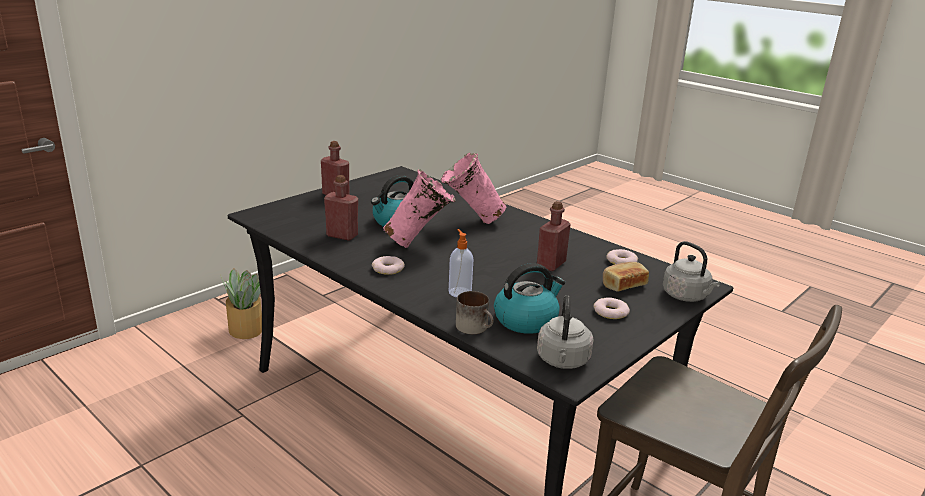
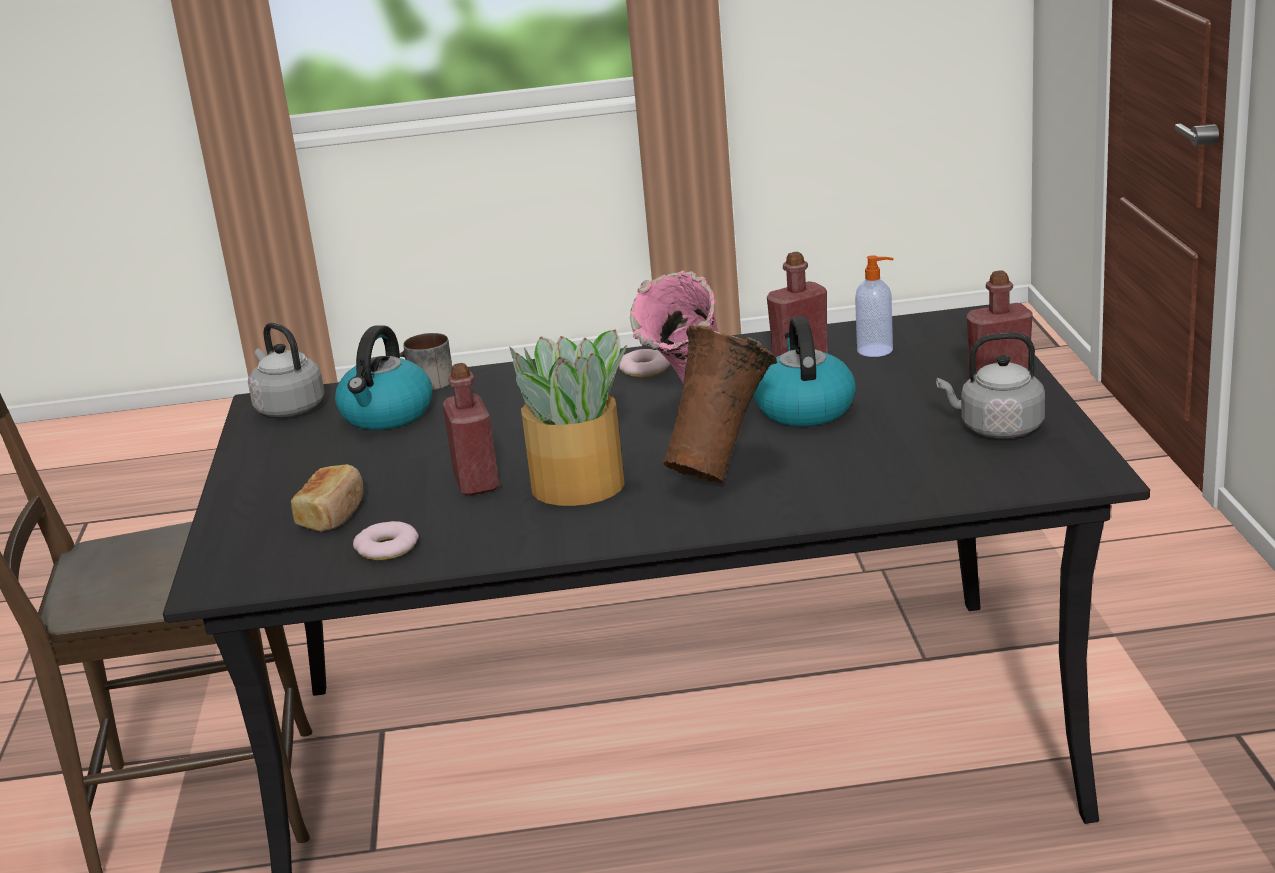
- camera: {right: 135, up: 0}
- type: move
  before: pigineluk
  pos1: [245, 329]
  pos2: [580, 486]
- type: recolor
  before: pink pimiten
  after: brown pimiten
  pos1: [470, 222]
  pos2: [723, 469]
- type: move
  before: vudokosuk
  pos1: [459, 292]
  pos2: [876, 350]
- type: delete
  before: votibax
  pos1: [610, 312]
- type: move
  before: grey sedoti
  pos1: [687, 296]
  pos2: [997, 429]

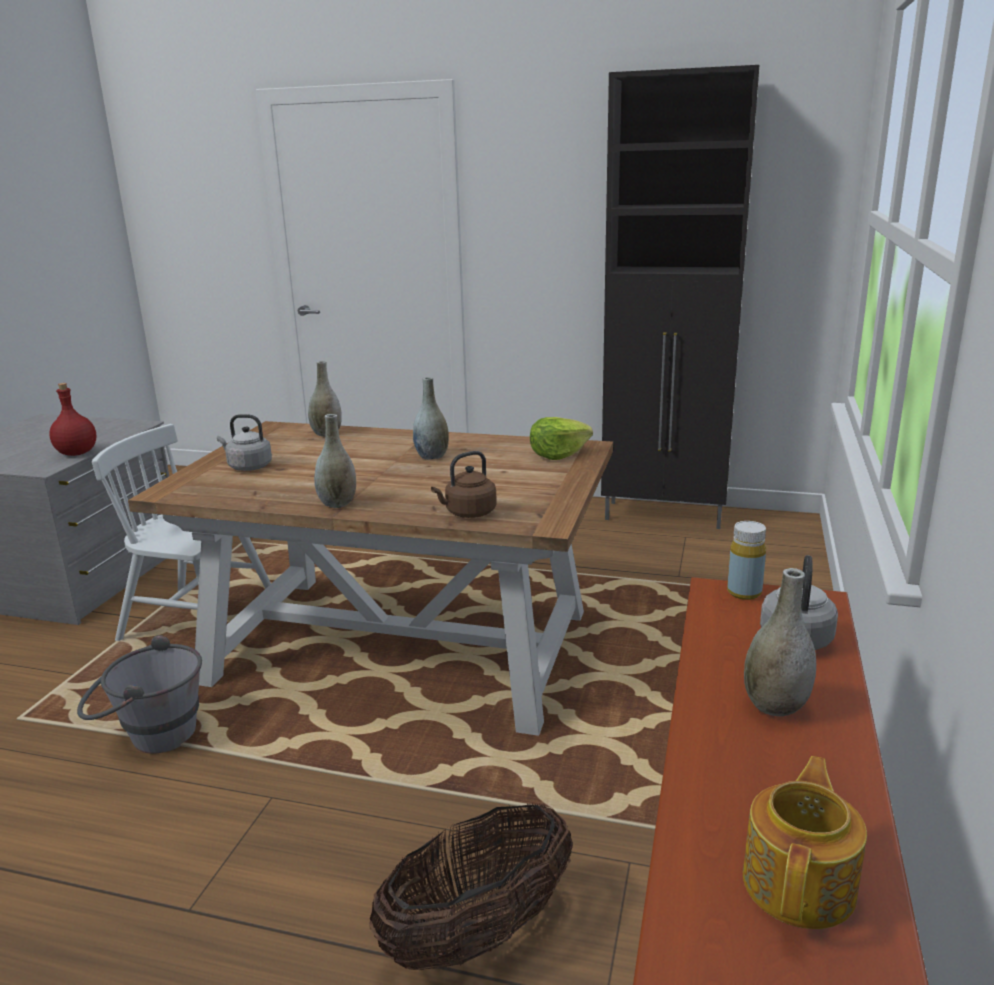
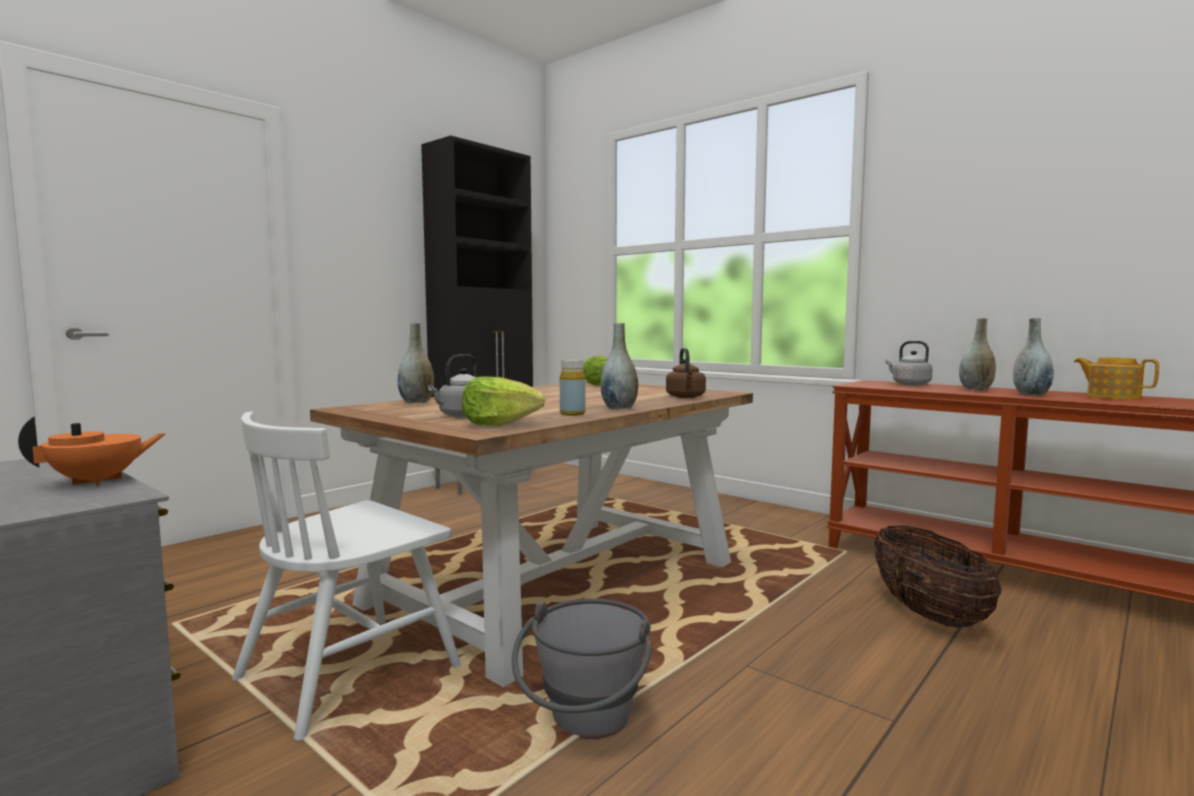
- camera: {right: -65, up: -15}
- type: replace
  before: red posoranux
  after: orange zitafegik
  pos1: [77, 453]
  pos2: [98, 481]
- type: move
  before: grey pimiten
  pos1: [432, 456]
  pos2: [1031, 394]
- type: move
  before: yellow posoranux
  pos1: [744, 592]
  pos2: [572, 414]
- type: insert
  after: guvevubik
  pos2: [499, 424]

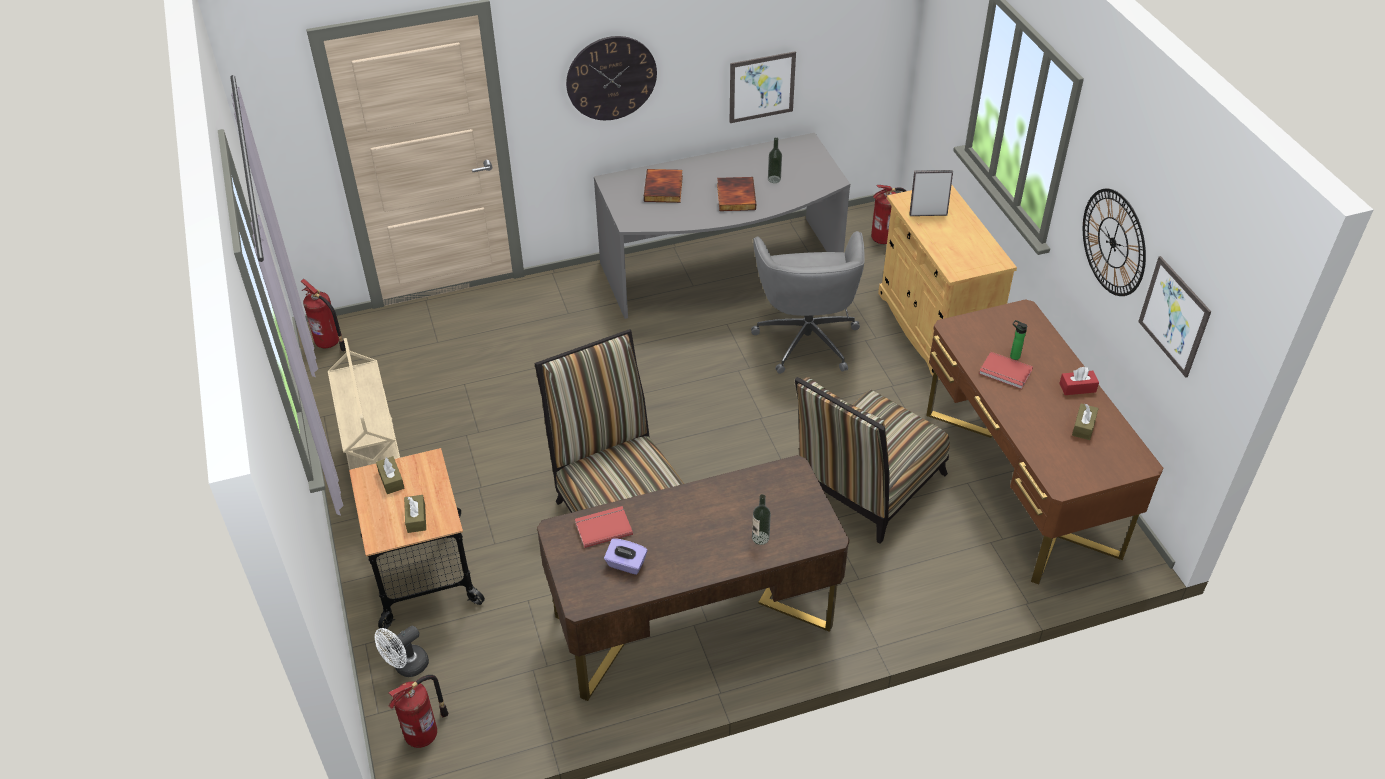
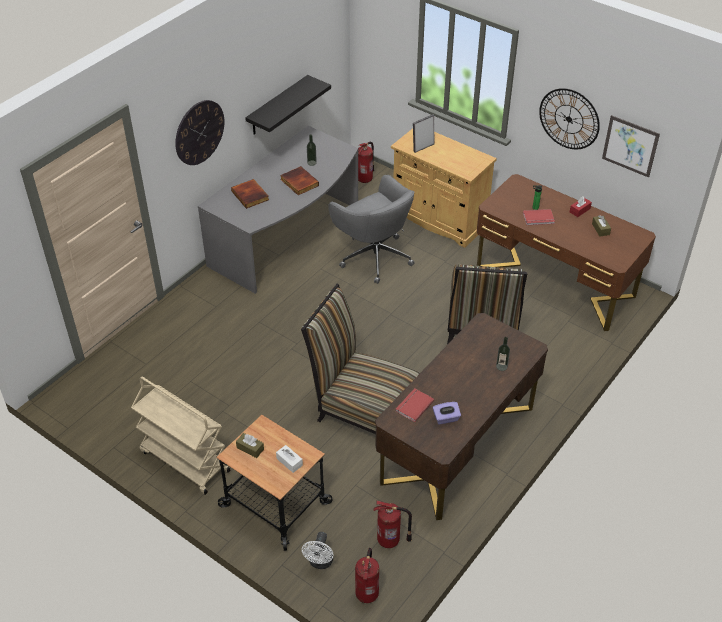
- camera: {right: -35, up: 0}
- type: move
  before: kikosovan
  pos1: [329, 343]
  pos2: [390, 540]
- type: recolor
  before: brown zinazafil
  after: white zinazafil
  pos1: [416, 518]
  pos2: [289, 462]
- type: replace
  before: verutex
  after: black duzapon
  pos1: [762, 87]
  pos2: [277, 106]

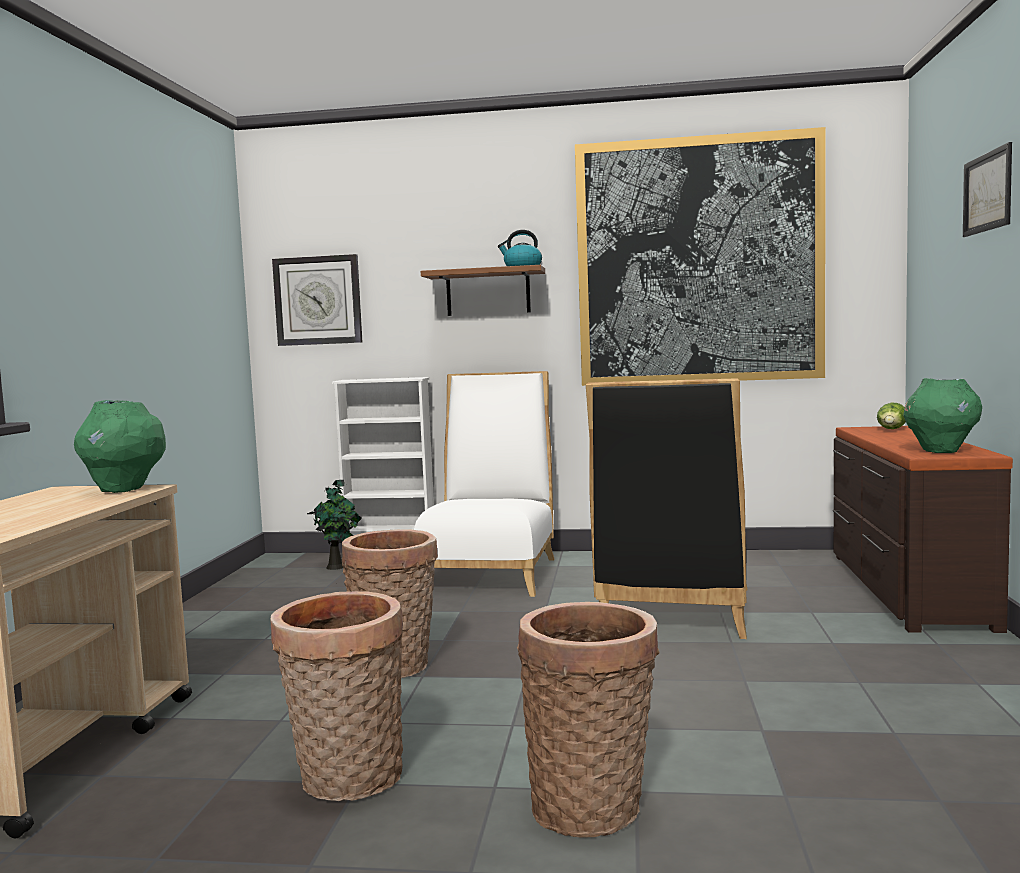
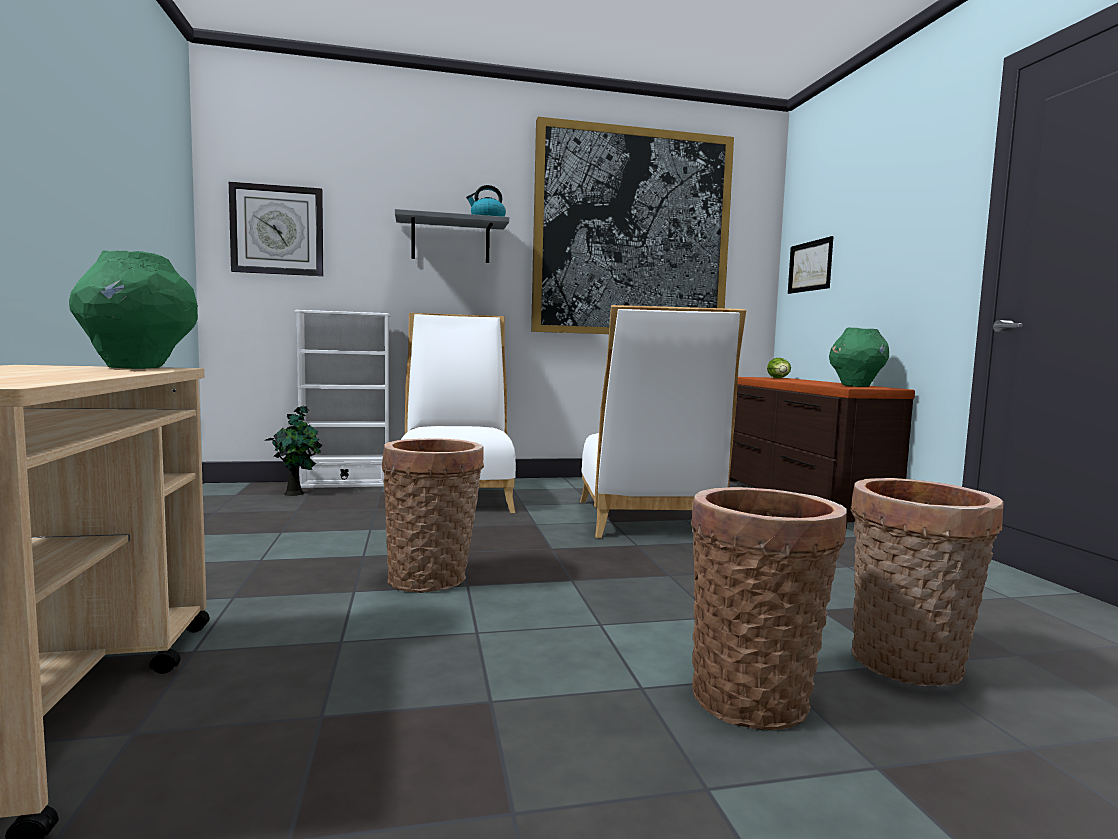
- camera: {right: -20, up: 0}
- type: move
  before: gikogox
  pos1: [347, 781]
  pos2: [909, 667]
- type: recolor
  before: brown duzapon
  after: grey duzapon
  pos1: [488, 292]
  pos2: [450, 241]
- type: recolor
  before: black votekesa
  after: white votekesa
  pos1: [674, 613]
  pos2: [648, 521]
- type: move
  before: verutex
  pos1: [987, 192]
  pos2: [810, 266]

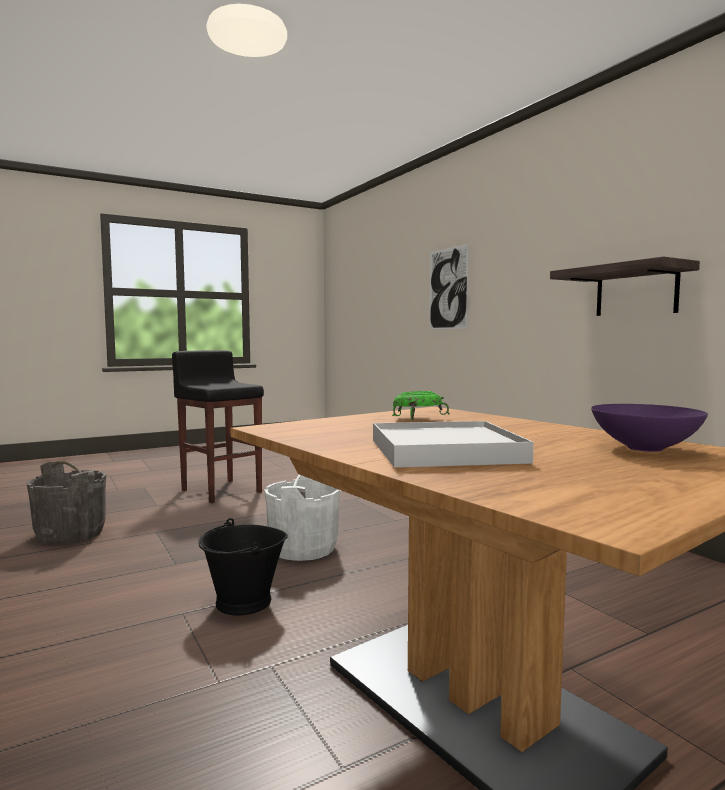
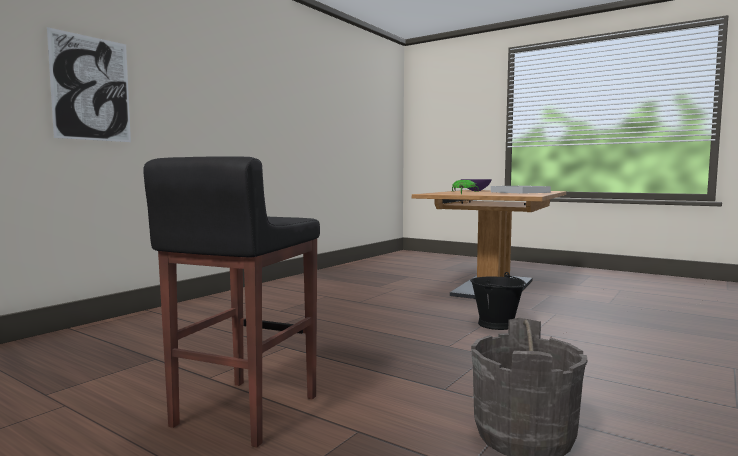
- camera: {right: -115, up: 0}
- type: delete
  before: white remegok
  pos1: [303, 548]
- type: delete
  before: duzapon
  pos1: [636, 291]

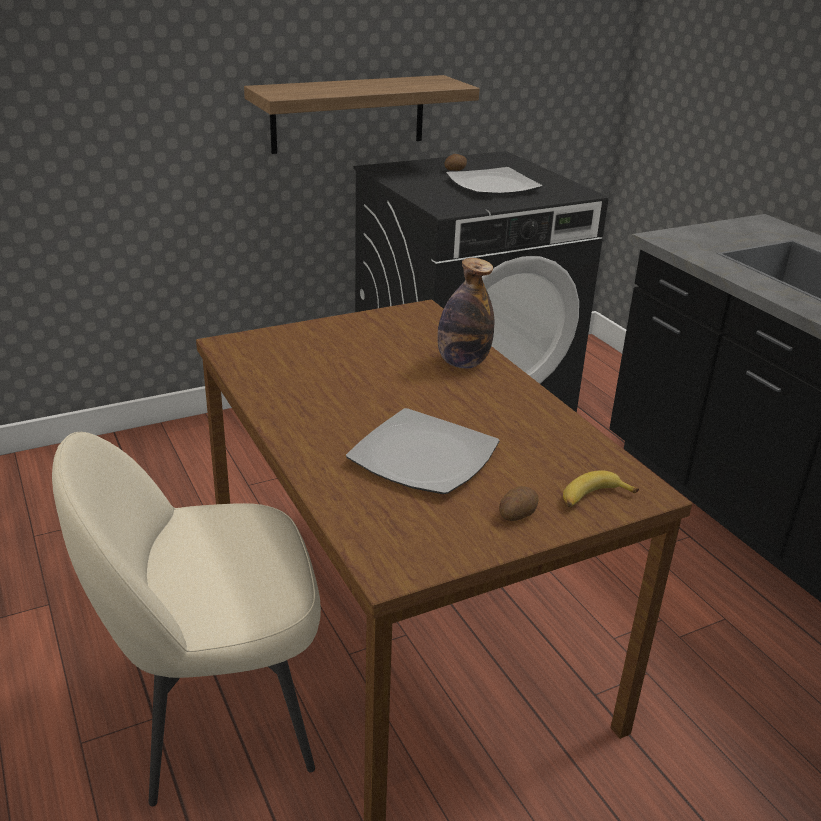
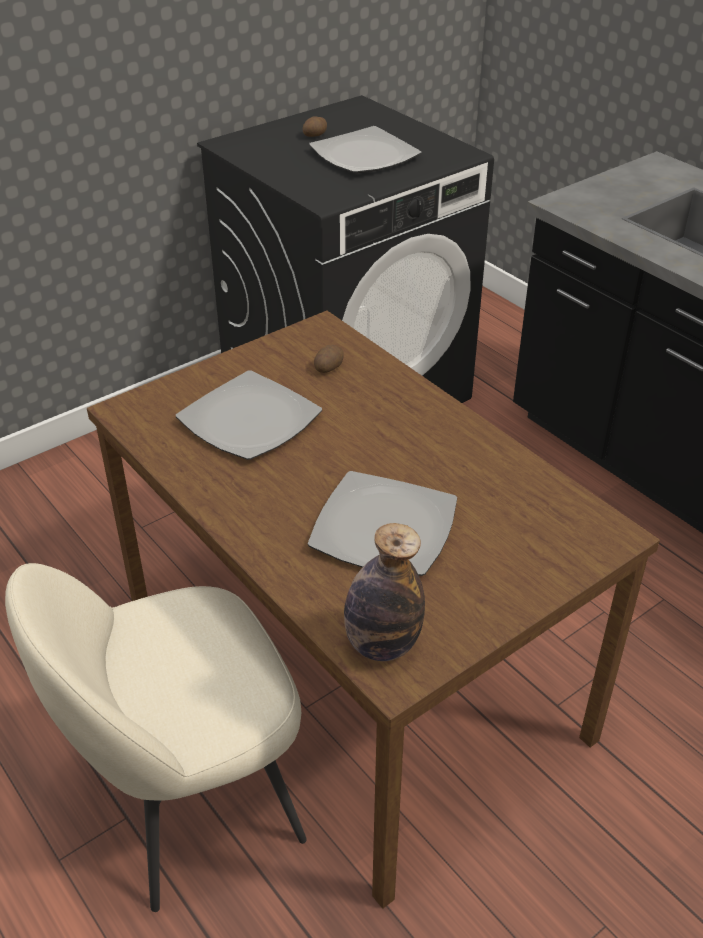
- camera: {right: -10, up: 10}
- type: delete
  before: duzapon
  pos1: [348, 113]
- type: move
  before: posoranux
  pos1: [462, 363]
  pos2: [382, 644]
- type: move
  before: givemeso
  pos1: [516, 514]
  pos2: [328, 367]
- type: delete
  before: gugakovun
  pos1: [593, 498]
- type: insert
  after: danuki
  pos2: [249, 419]

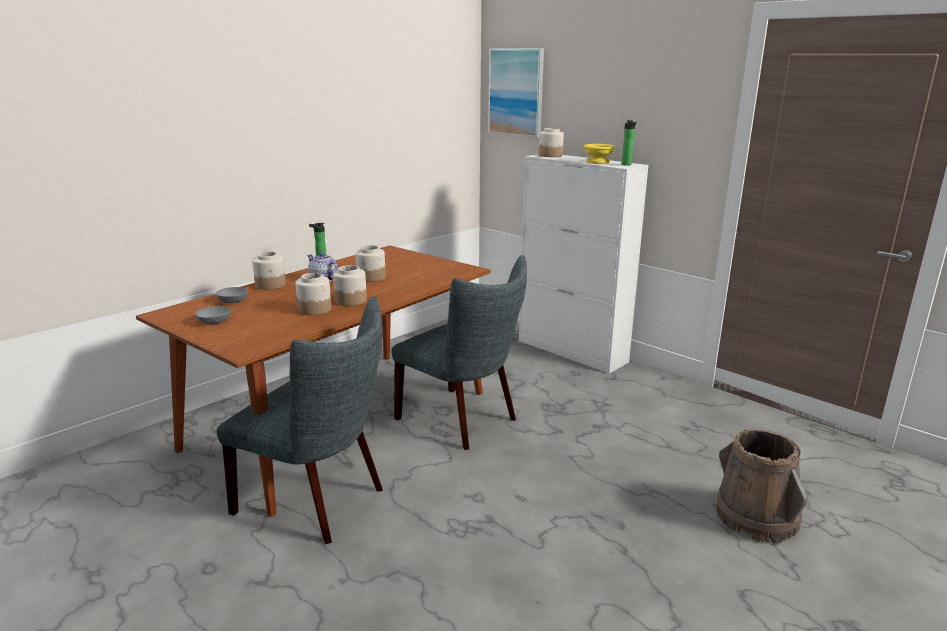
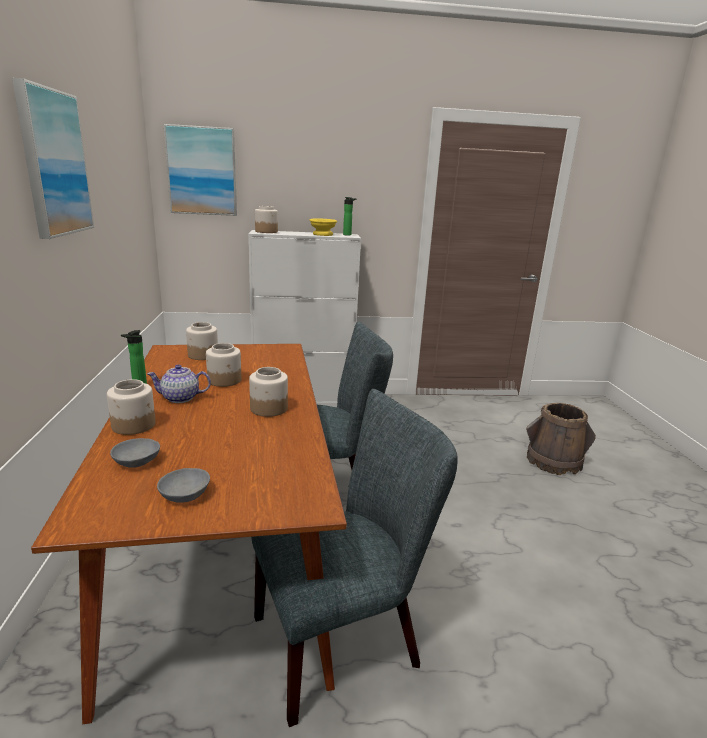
- camera: {right: -50, up: 0}
- type: move
  before: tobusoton
  pos1: [315, 309]
  pos2: [203, 355]
- type: insert
  after: verutex
  pos2: [54, 163]

